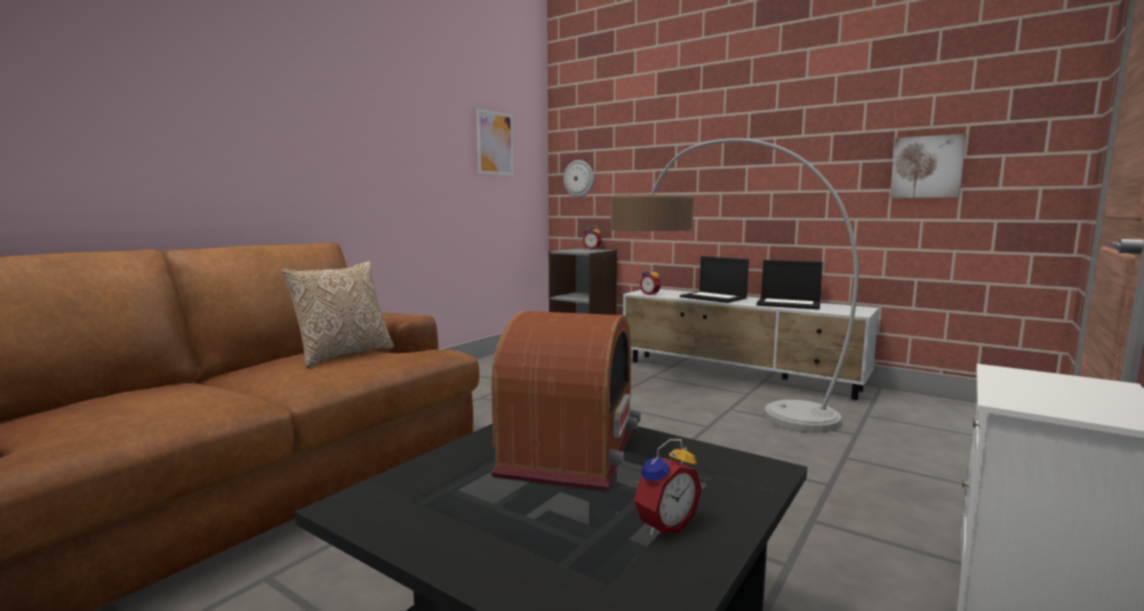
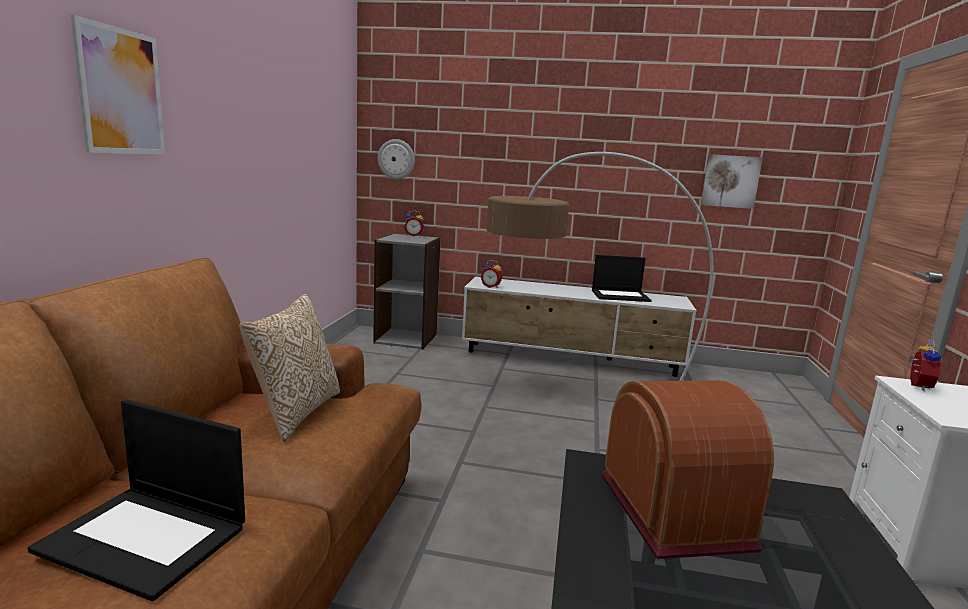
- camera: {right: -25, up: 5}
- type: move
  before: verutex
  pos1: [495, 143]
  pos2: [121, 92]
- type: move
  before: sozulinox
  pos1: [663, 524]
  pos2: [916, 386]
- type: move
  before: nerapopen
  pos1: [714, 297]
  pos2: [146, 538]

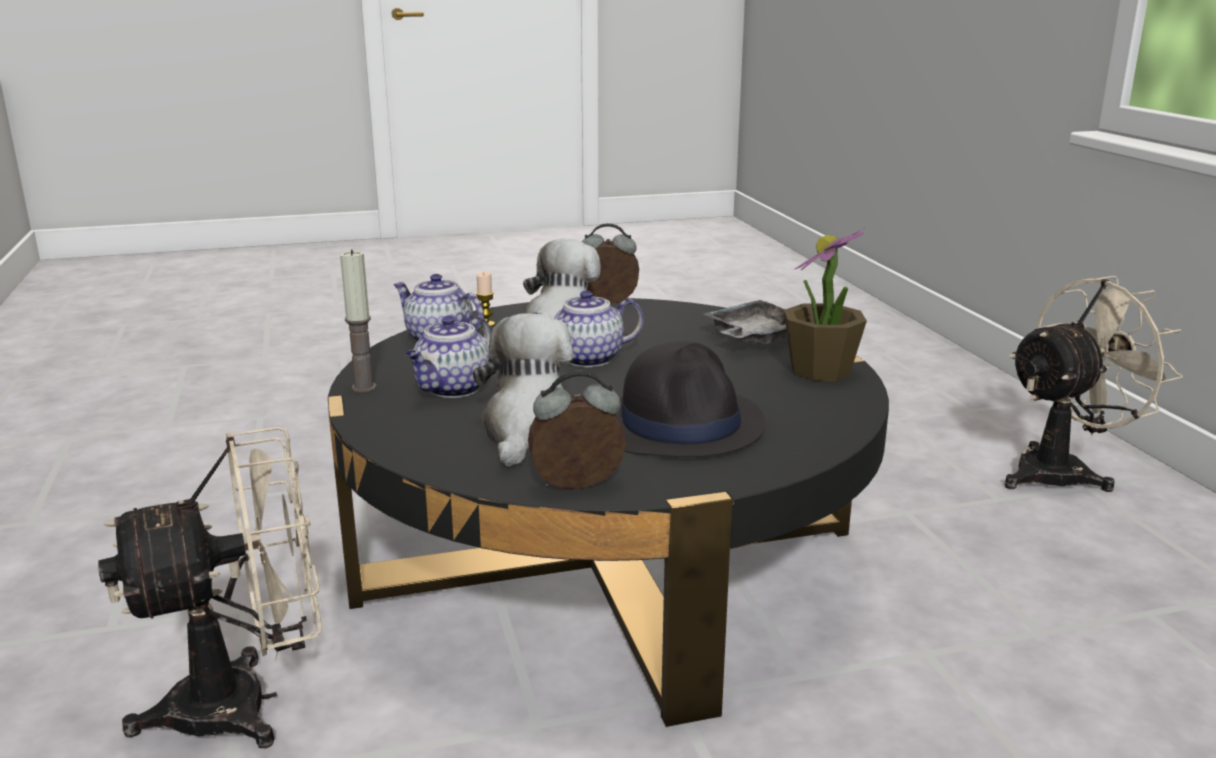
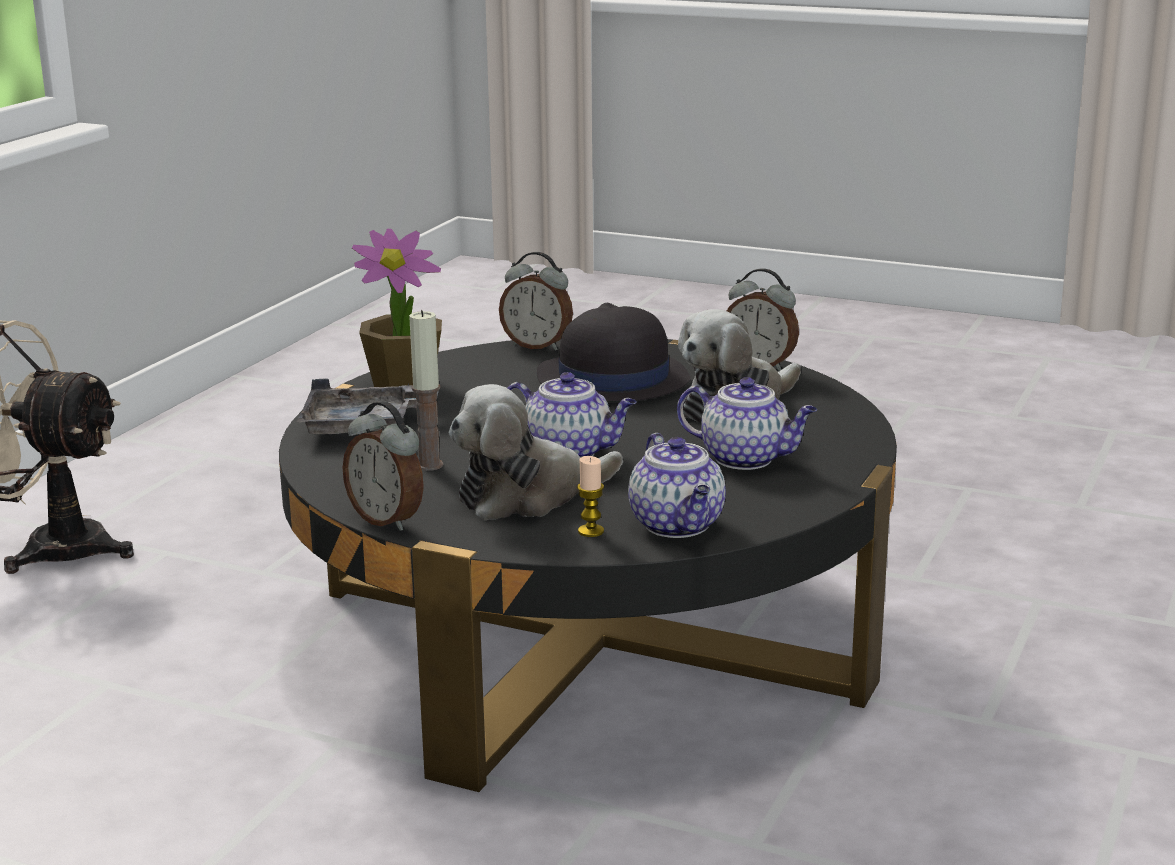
- camera: {right: -140, up: 0}
- type: delete
  before: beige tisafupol
  pos1: [247, 703]
- type: move
  before: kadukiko
  pos1: [364, 387]
  pos2: [429, 465]
- type: rotate
  before: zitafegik
  pos1: [453, 389]
  pos2: [747, 459]
  turn: 45
- type: insert
  after: sozulinox
  pos2: [537, 346]

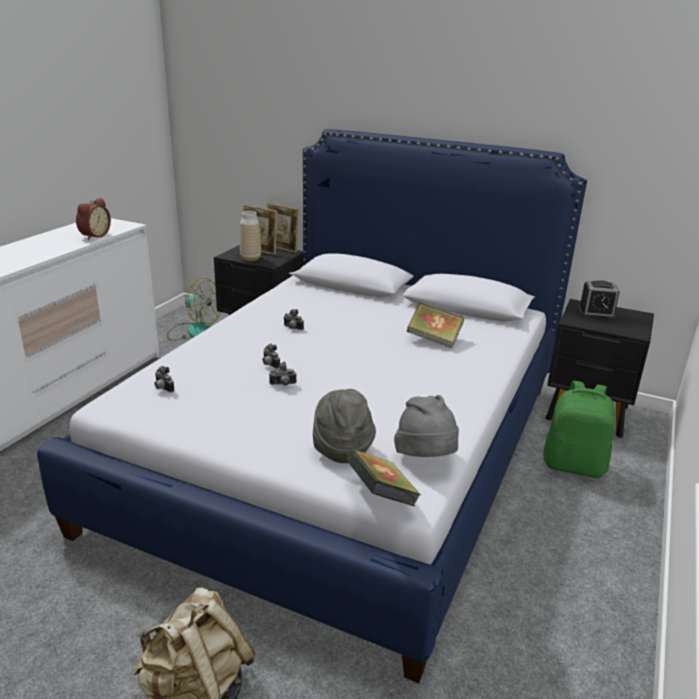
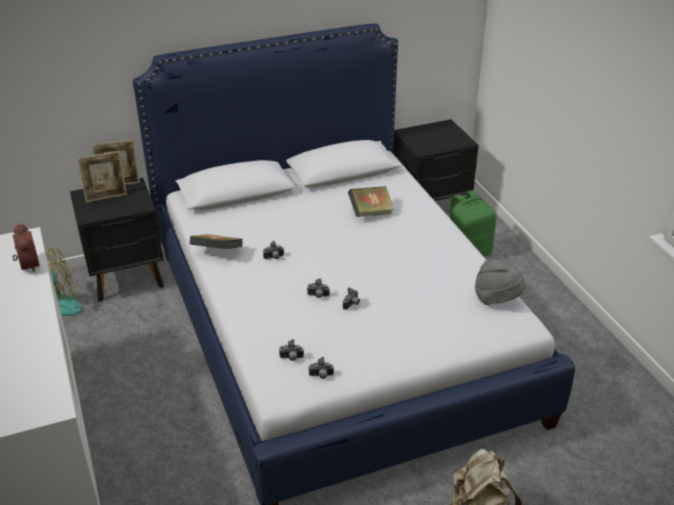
- camera: {right: -45, up: 10}
- type: delete
  before: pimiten
  pos1: [250, 258]
- type: delete
  before: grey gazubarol
  pos1: [341, 448]
- type: move
  before: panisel
  pos1: [381, 496]
  pos2: [217, 253]
- type: delete
  before: sozulinox
  pos1: [596, 313]
- type: insert
  after: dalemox
  pos2: [321, 376]

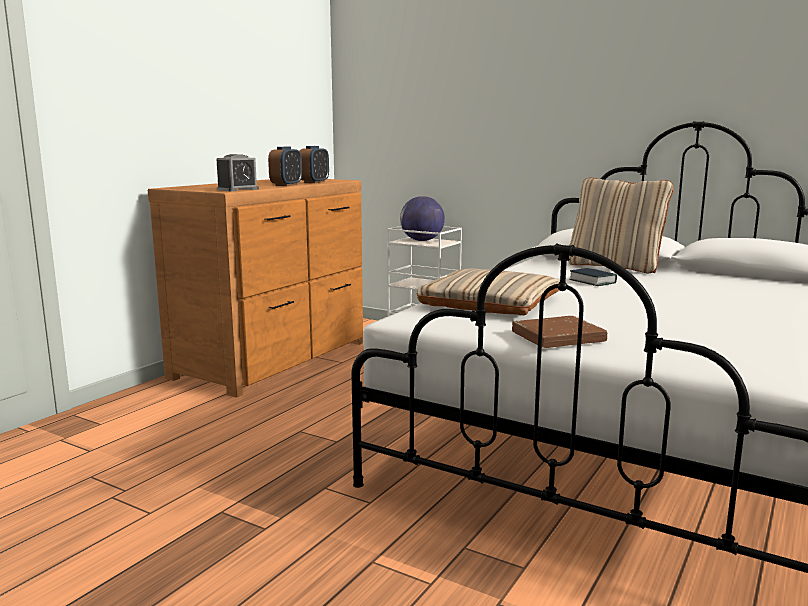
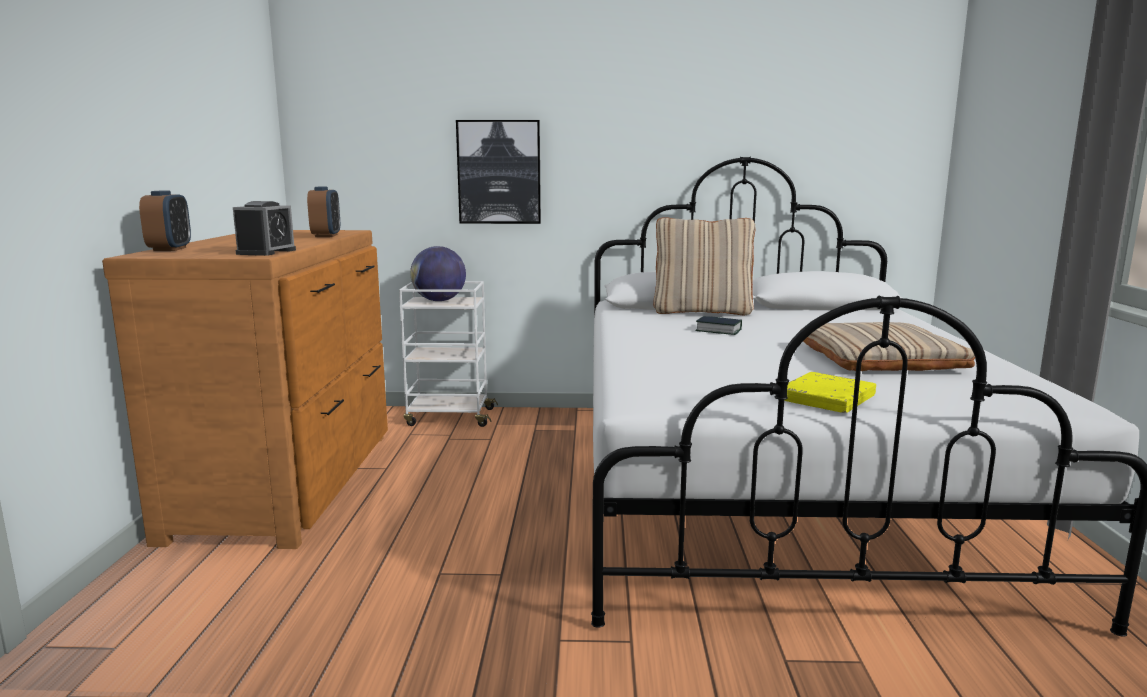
- camera: {right: -30, up: 0}
- type: move
  before: sozulinox
  pos1: [286, 185]
  pos2: [170, 249]
- type: move
  before: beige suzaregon
  pos1: [489, 302]
  pos2: [879, 359]
- type: recolor
  before: brown panisel
  after: yellow panisel
  pos1: [558, 338]
  pos2: [826, 399]
- type: insert
  after: verutex
  pos2: [499, 172]

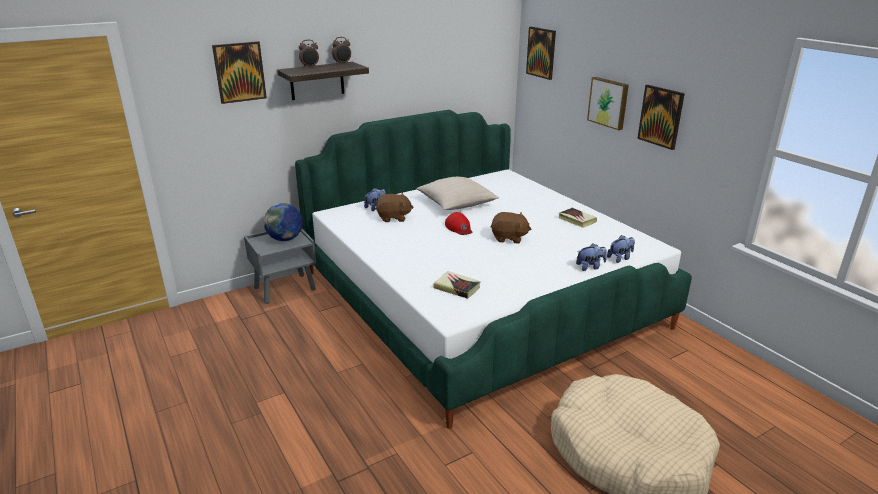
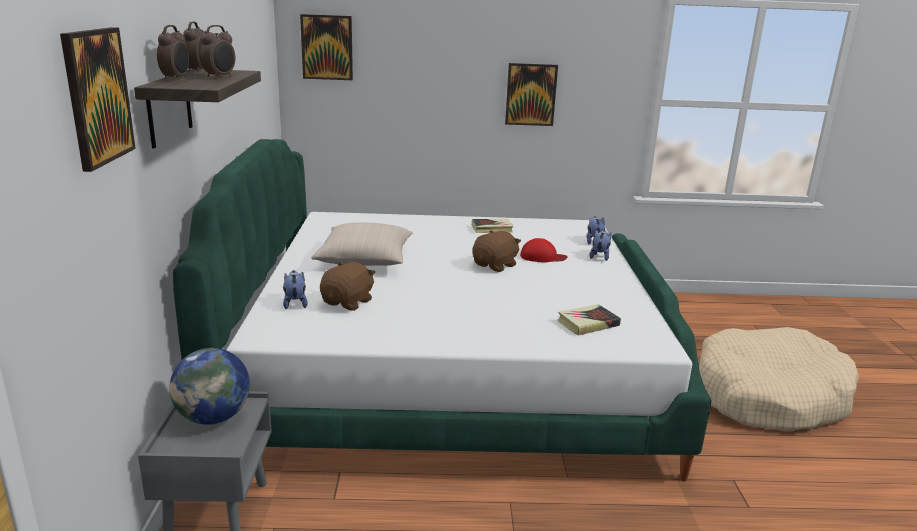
- camera: {right: -60, up: -5}
- type: move
  before: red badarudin
  pos1: [459, 228]
  pos2: [542, 257]
- type: delete
  before: verutex
  pos1: [609, 102]
- type: insert
  after: sozulinox
  pos2: [220, 77]

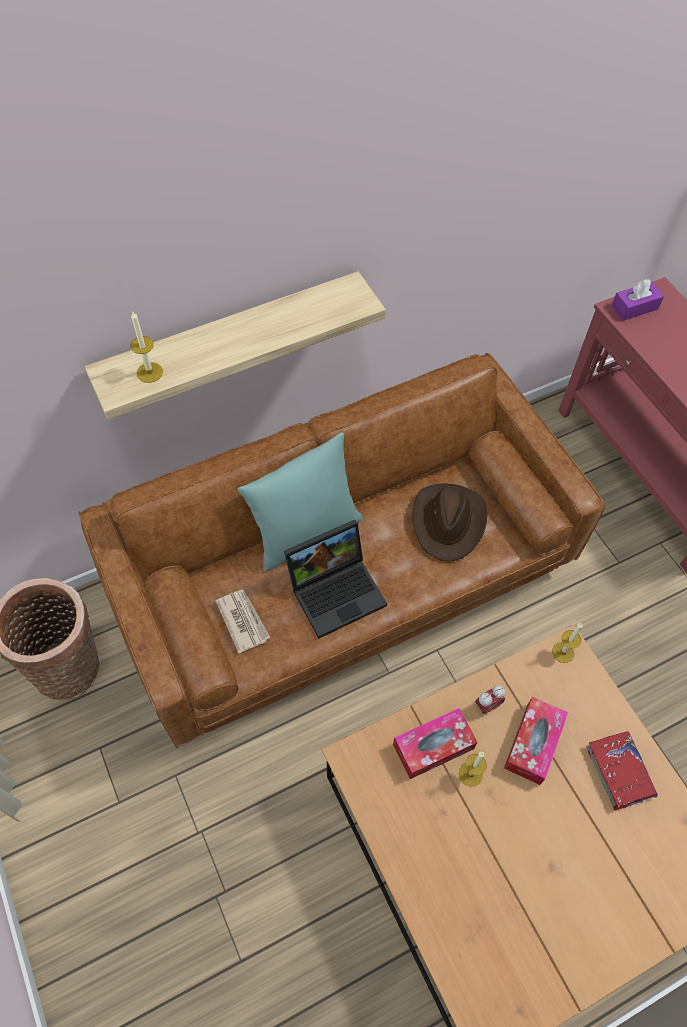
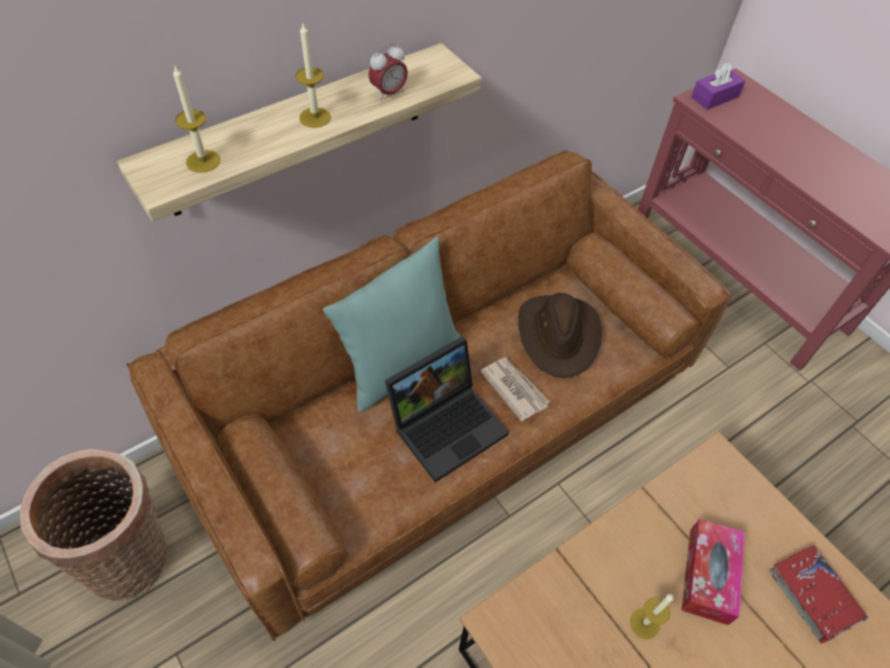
- camera: {right: -10, up: -5}
- type: move
  before: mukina
  pos1: [242, 620]
  pos2: [514, 388]
- type: delete
  before: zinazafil
  pos1: [433, 746]
- type: move
  before: sozulinox
  pos1: [487, 705]
  pos2: [388, 93]
- type: move
  before: kadukiko
  pos1: [563, 652]
  pos2: [315, 117]

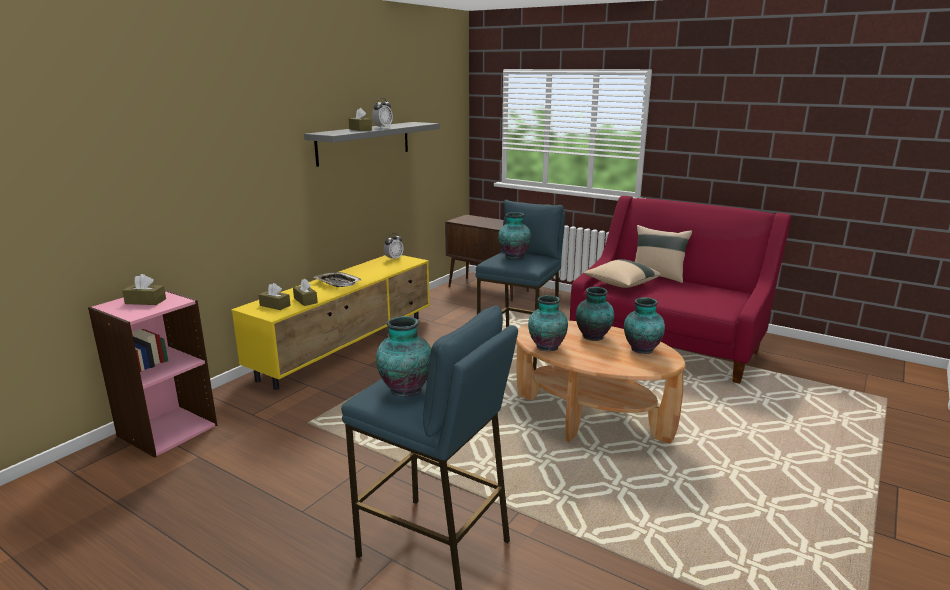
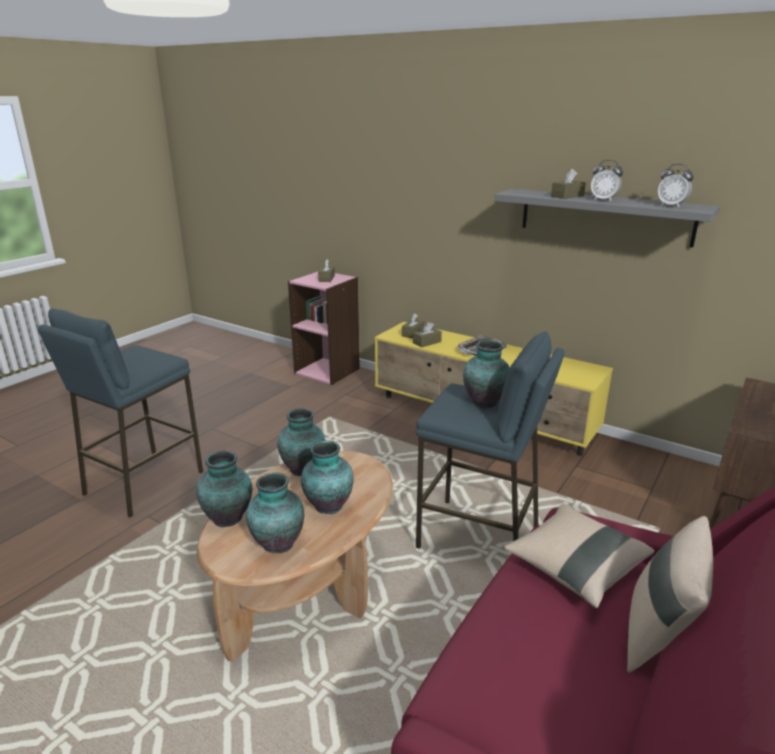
- camera: {right: 90, up: 5}
- type: move
  before: pimiten
  pos1: [405, 389]
  pos2: [229, 517]
- type: move
  before: sozulinox
  pos1: [394, 258]
  pos2: [671, 206]

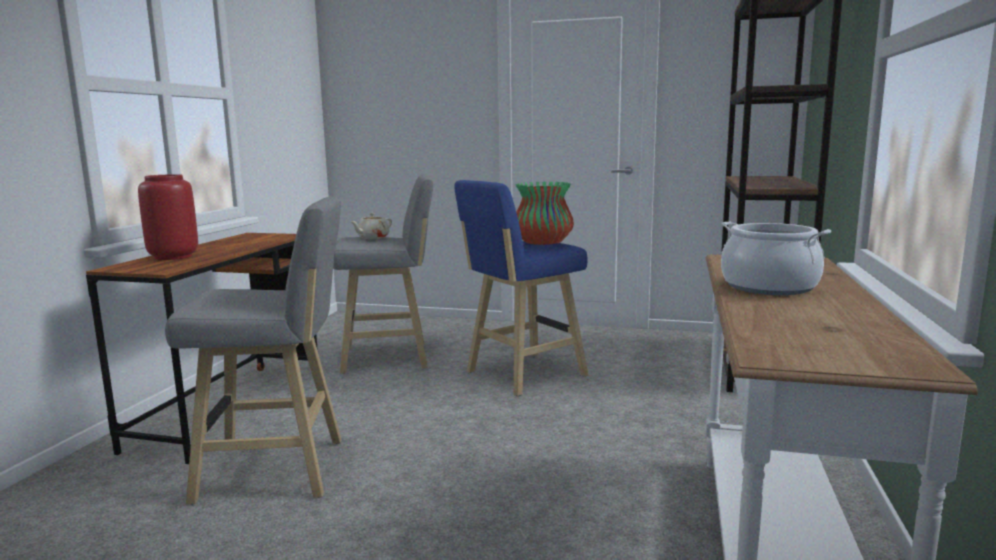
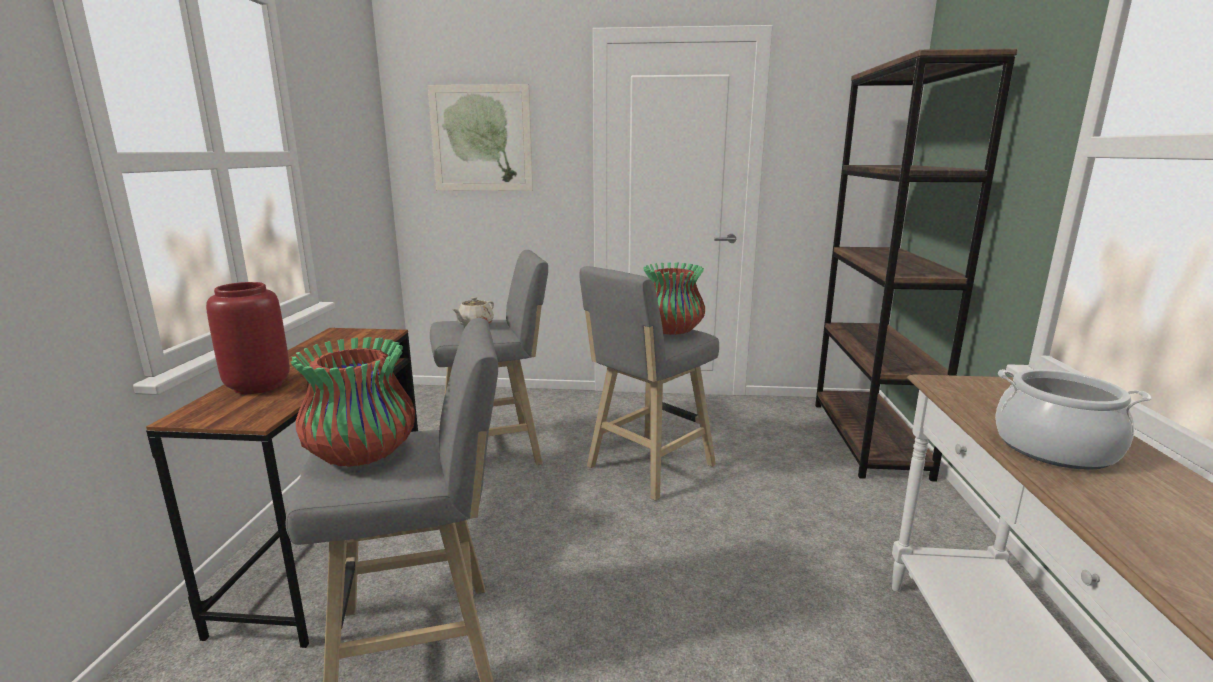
- camera: {right: -10, up: 5}
- type: recolor
  before: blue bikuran
  after: grey bikuran
  pos1: [521, 375]
  pos2: [646, 468]
- type: insert
  after: pimiten
  pos2: [361, 454]
- type: insert
  after: verutex
  pos2: [481, 139]

